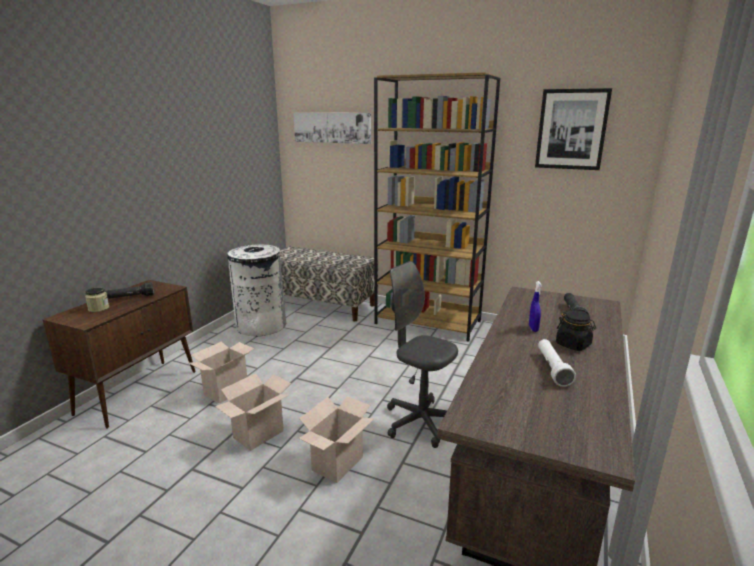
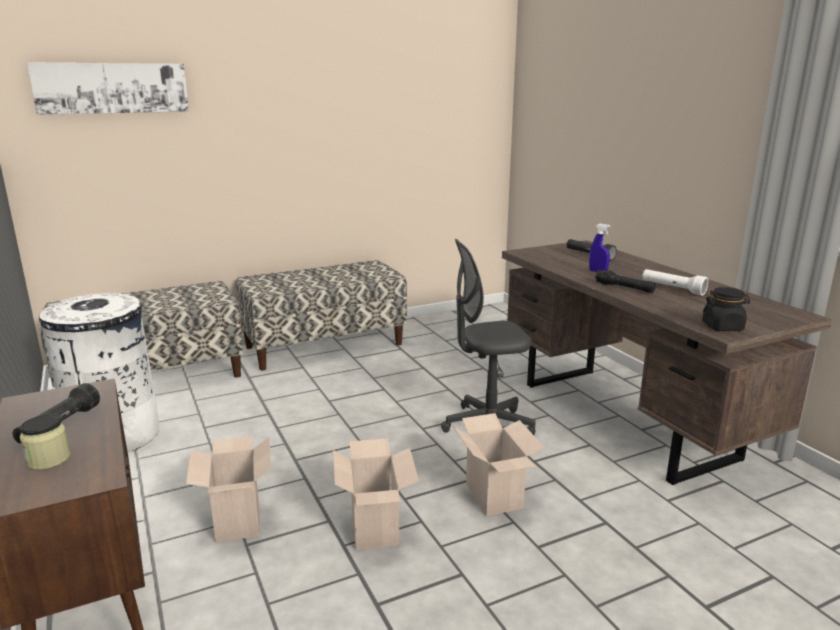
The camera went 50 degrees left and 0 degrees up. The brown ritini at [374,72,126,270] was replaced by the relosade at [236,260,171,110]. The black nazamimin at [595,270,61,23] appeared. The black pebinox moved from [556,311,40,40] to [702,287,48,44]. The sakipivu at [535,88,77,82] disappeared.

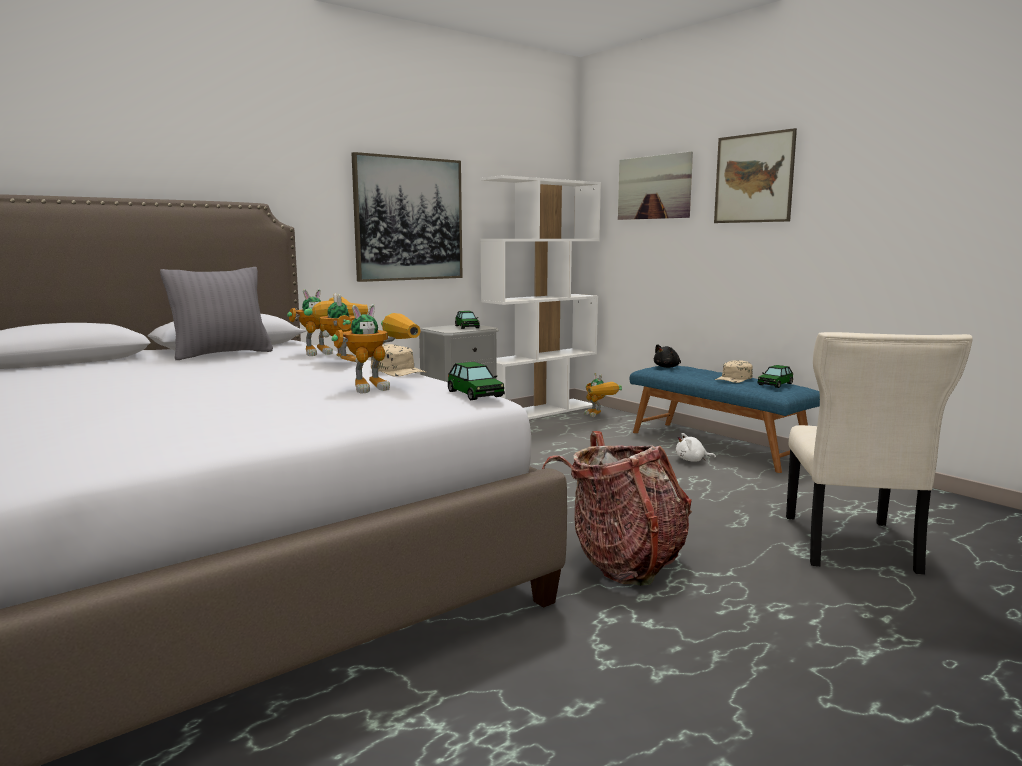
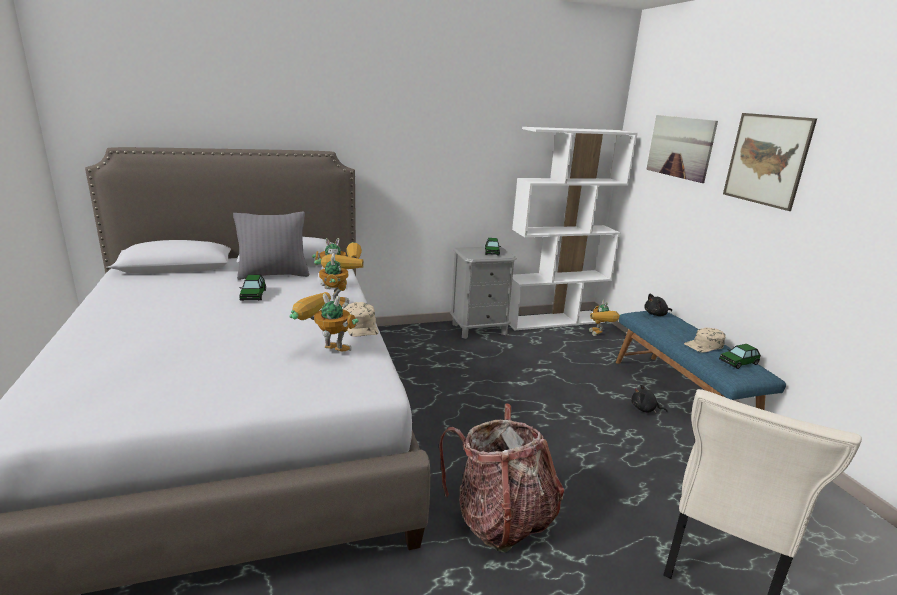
The camera went 20 degrees right and 10 degrees up. The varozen moved from [448,362,57,38] to [239,275,27,26]. The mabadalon at [331,304,90,89] turned 150 degrees counterclockwise. The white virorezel at [676,433,40,29] became the black virorezel at [631,384,37,29]. The sakipivu at [351,152,112,130] disappeared.

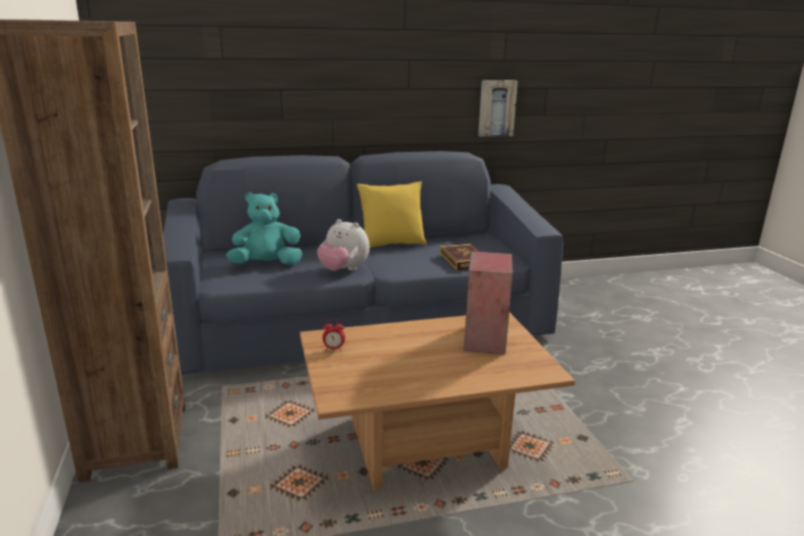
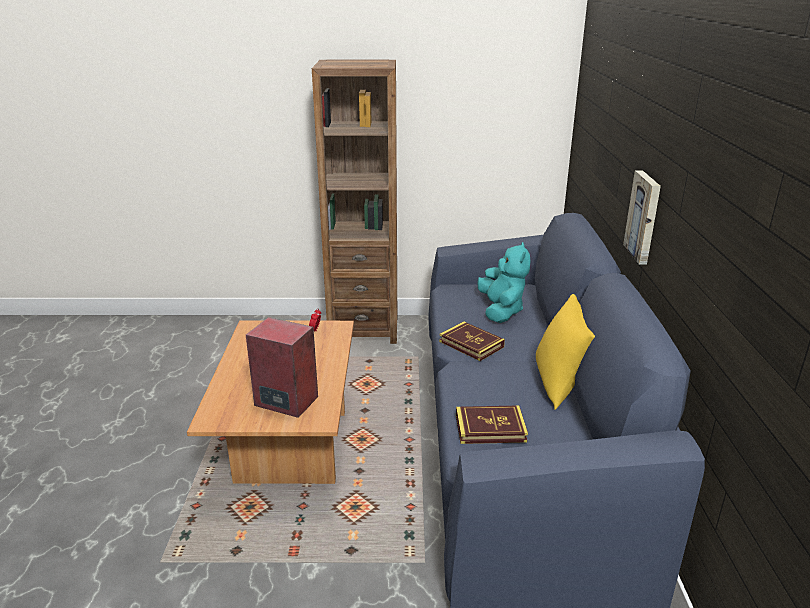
The camera went 105 degrees right and 5 degrees up. The virorezel at [317,219,52,52] was replaced by the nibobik at [439,321,66,40]. The sakipivu moved from [478,80,40,57] to [623,170,38,95].

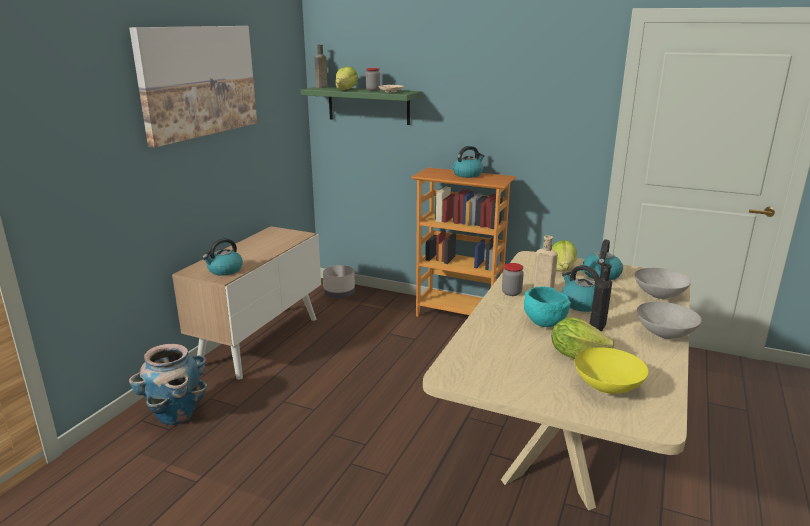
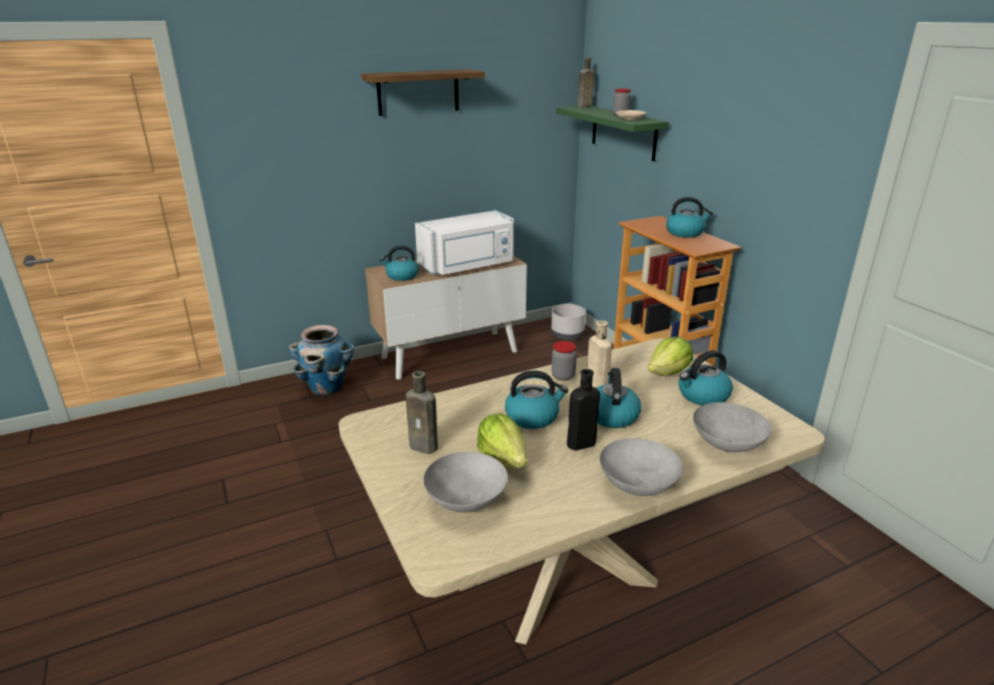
The camera went 40 degrees right and 5 degrees up. The sakipivu at [129,26,128,122] was replaced by the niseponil at [361,69,124,47]. The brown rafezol at [406,371,32,83] appeared. The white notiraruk at [415,210,99,65] appeared. The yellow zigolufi at [575,347,74,47] became the grey zigolufi at [423,452,85,61]. The turquoise zigolufi at [524,287,47,40] was replaced by the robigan at [505,370,63,59]. The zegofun at [335,66,23,24] disappeared.

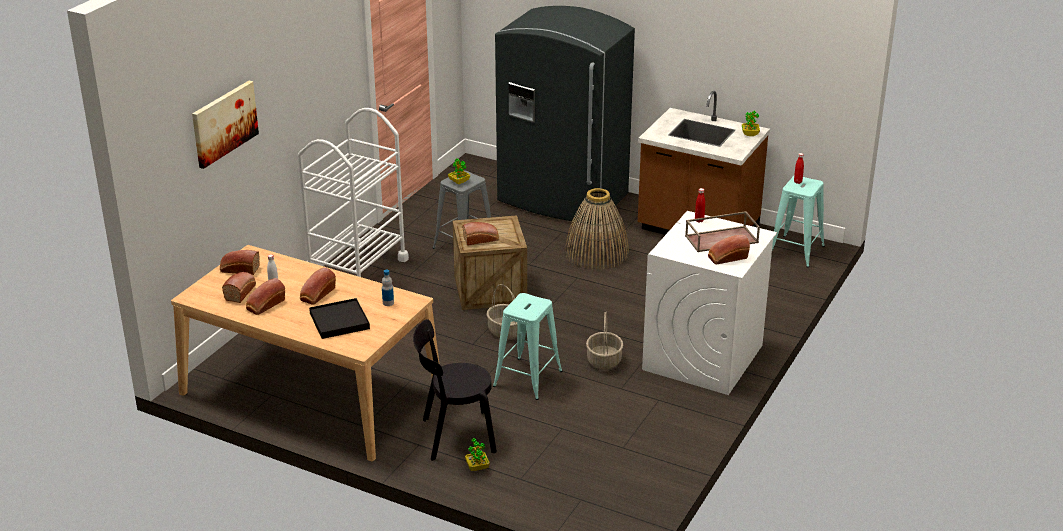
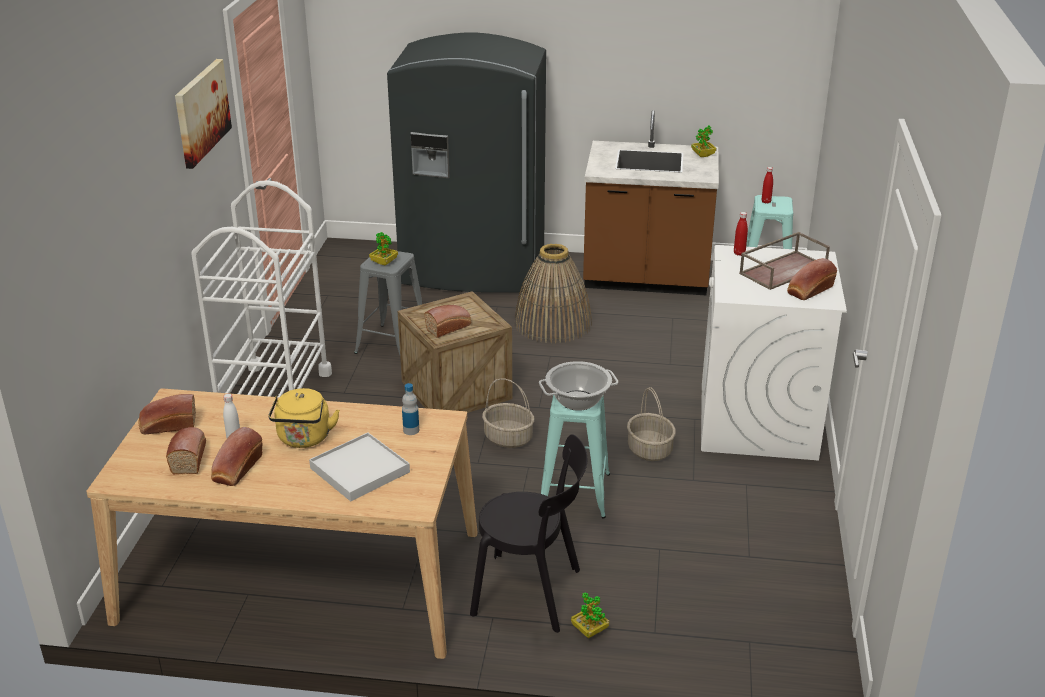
The camera went 20 degrees left and 0 degrees up. The sakipivu moved from [192,81,67,88] to [175,59,57,110]. The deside at [300,267,36,38] was replaced by the yellow robigan at [268,388,72,60]. The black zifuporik at [309,298,61,41] became the white zifuporik at [309,433,101,68]. The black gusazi at [413,319,84,142] turned 135 degrees counterclockwise. The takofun at [539,361,80,50] appeared.

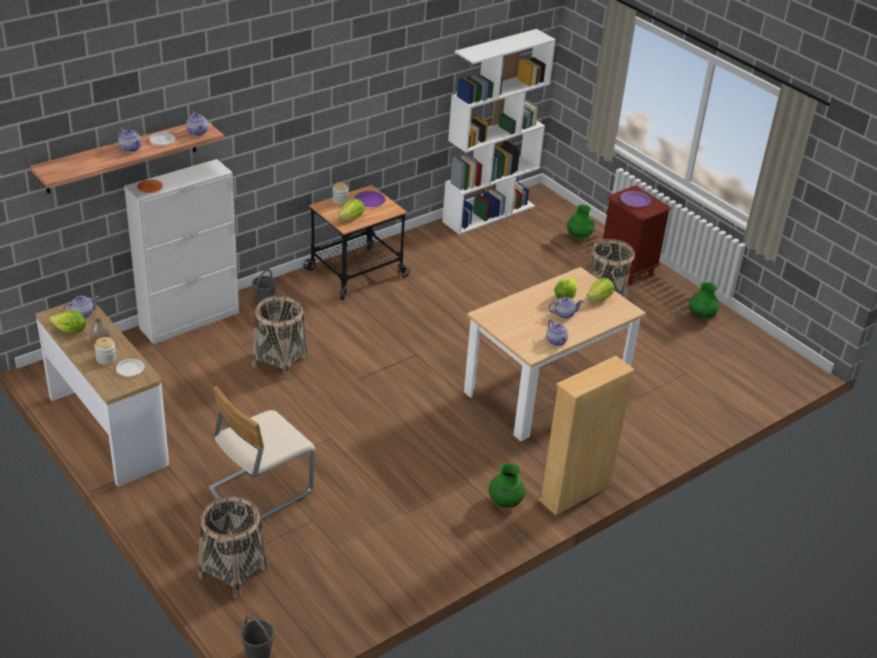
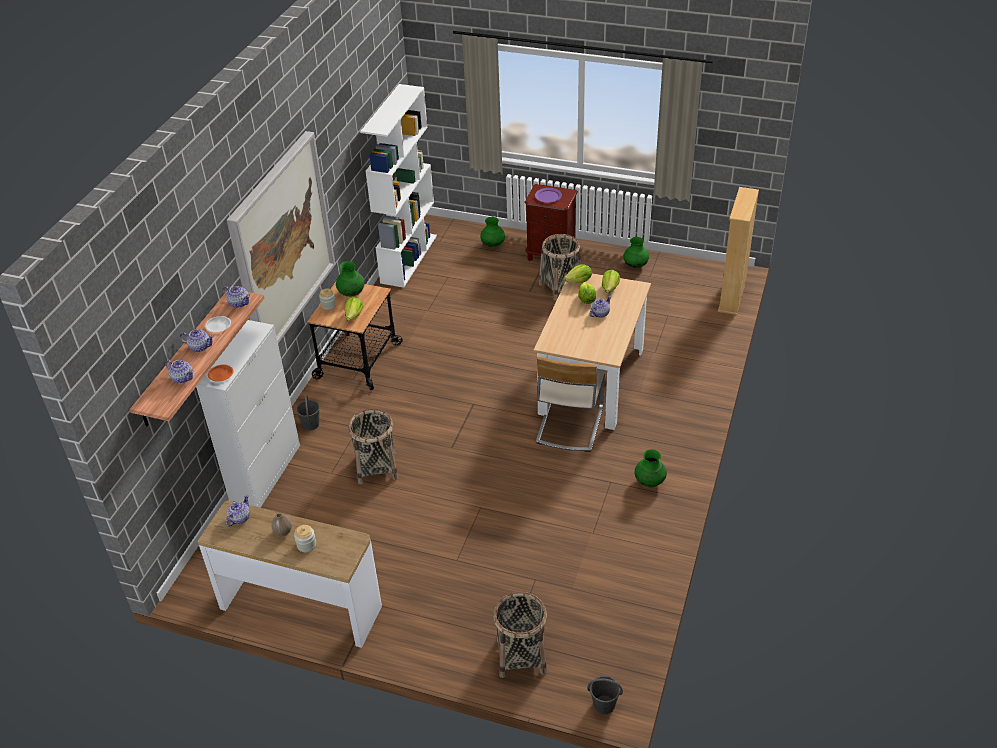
The camera went 30 degrees left and 5 degrees up. The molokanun moved from [546,319,22,27] to [165,360,29,23]. The sakipivu at [227,131,108,212] appeared. The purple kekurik at [354,191,32,16] was replaced by the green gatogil at [336,261,29,36]. The beige gusazi moved from [208,386,107,134] to [536,357,69,95]. The zegofun moved from [49,311,37,22] to [564,264,28,19]. The beige ritini moved from [539,356,96,159] to [718,187,41,128]. The white kekurik at [116,359,28,17] disappeared.

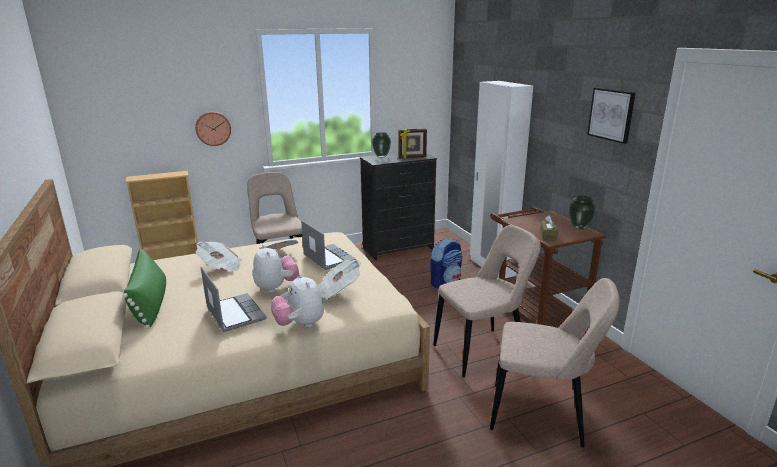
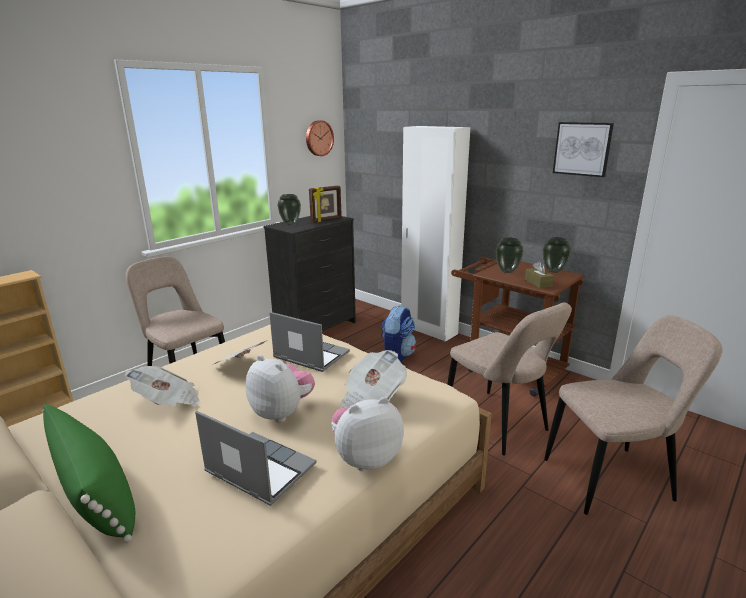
The camera went 25 degrees left and 0 degrees up. The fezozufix moved from [195,112,36,34] to [306,120,28,36]. The virorezel at [271,274,53,54] turned 120 degrees clockwise. The beige gusazi at [433,225,108,153] turned 105 degrees clockwise. The gatogil at [496,237,27,36] appeared.

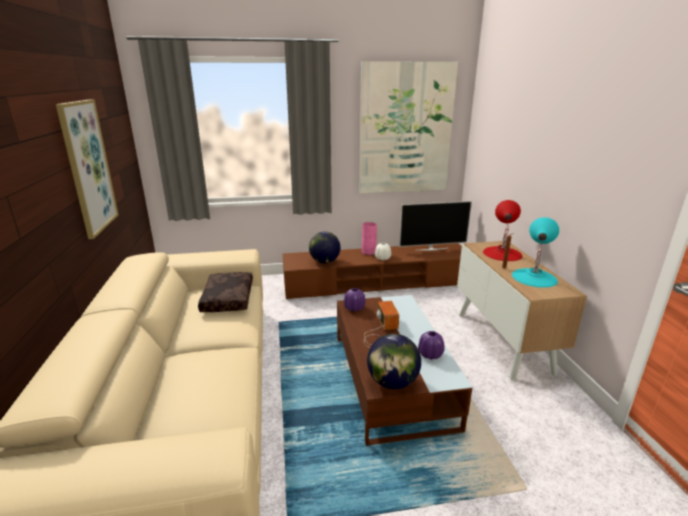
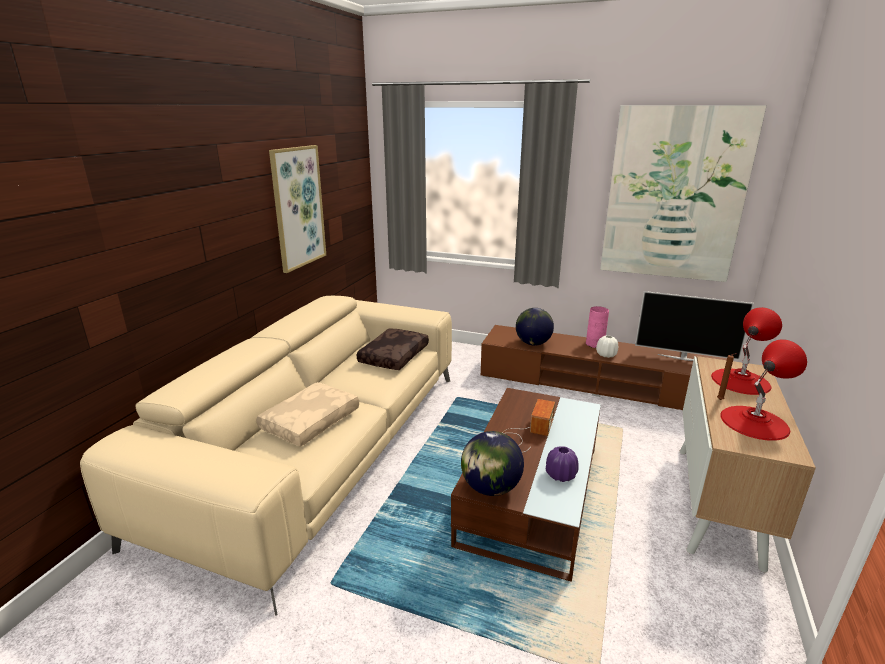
The camera went 30 degrees right and 0 degrees up. The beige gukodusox at [256,382,103,65] appeared. The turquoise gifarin at [512,217,47,71] became the red gifarin at [720,339,87,102]. The purple gatogil at [344,288,21,23] disappeared.

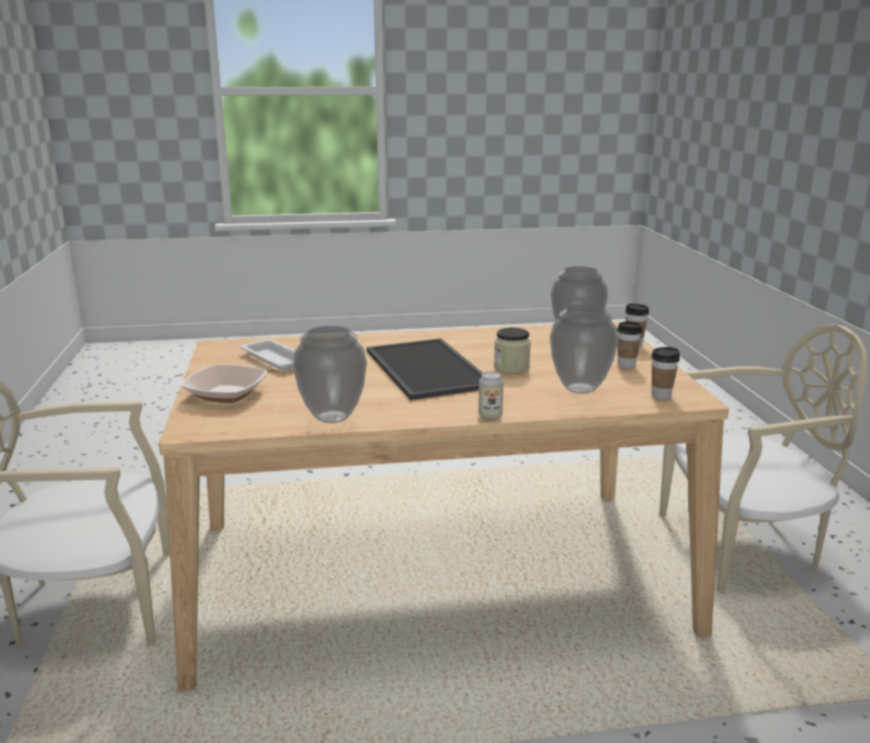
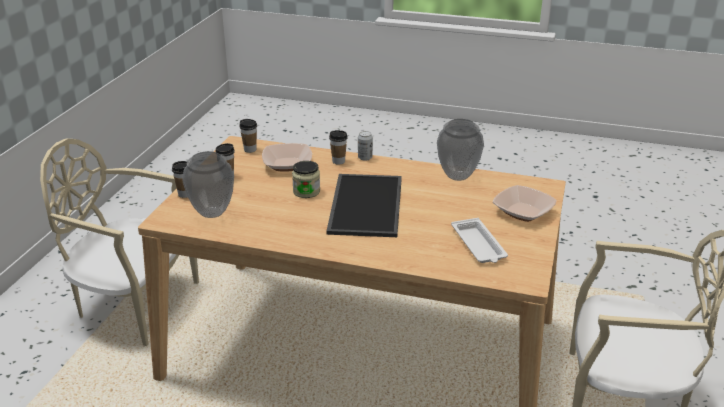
The camera went 155 degrees left and 10 degrees up. The gatogil at [550,304,68,90] was replaced by the zigolufi at [262,143,50,29]. The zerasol at [329,130,18,35] appeared.

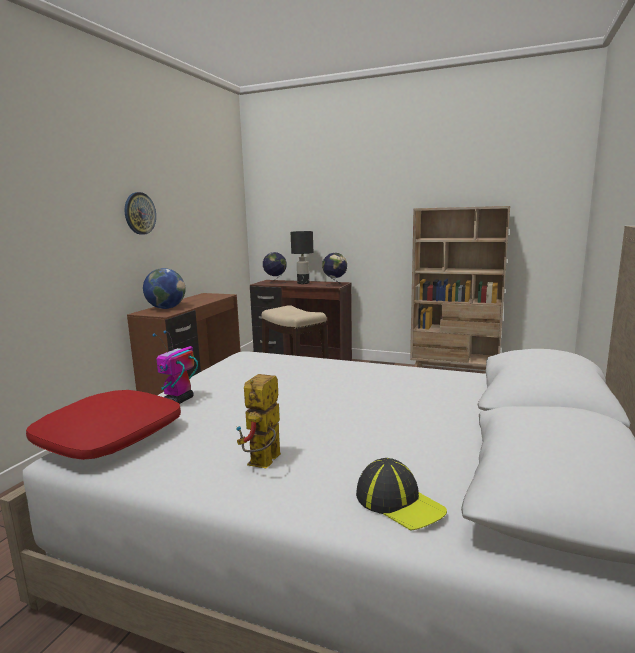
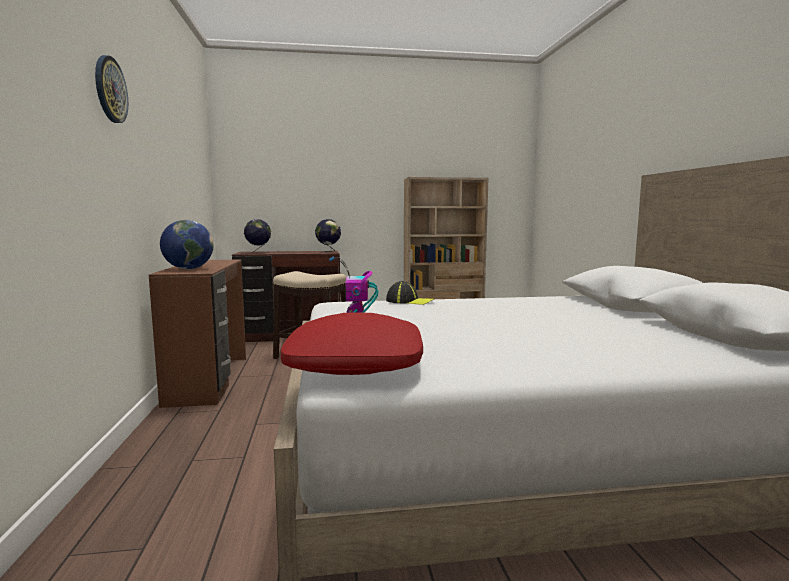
The camera went 30 degrees left and 5 degrees down. The fezozufix moved from [124,192,32,43] to [95,55,33,68]. The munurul moved from [356,458,91,73] to [386,281,48,24]. The mabadalon at [236,374,45,94] disappeared. The black gifarin at [291,231,22,53] disappeared.

